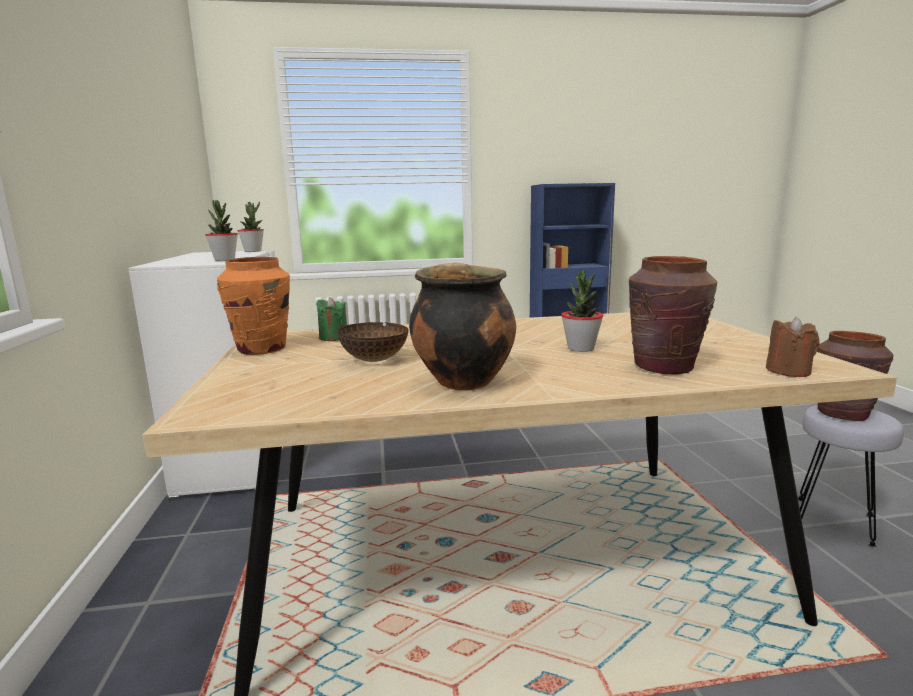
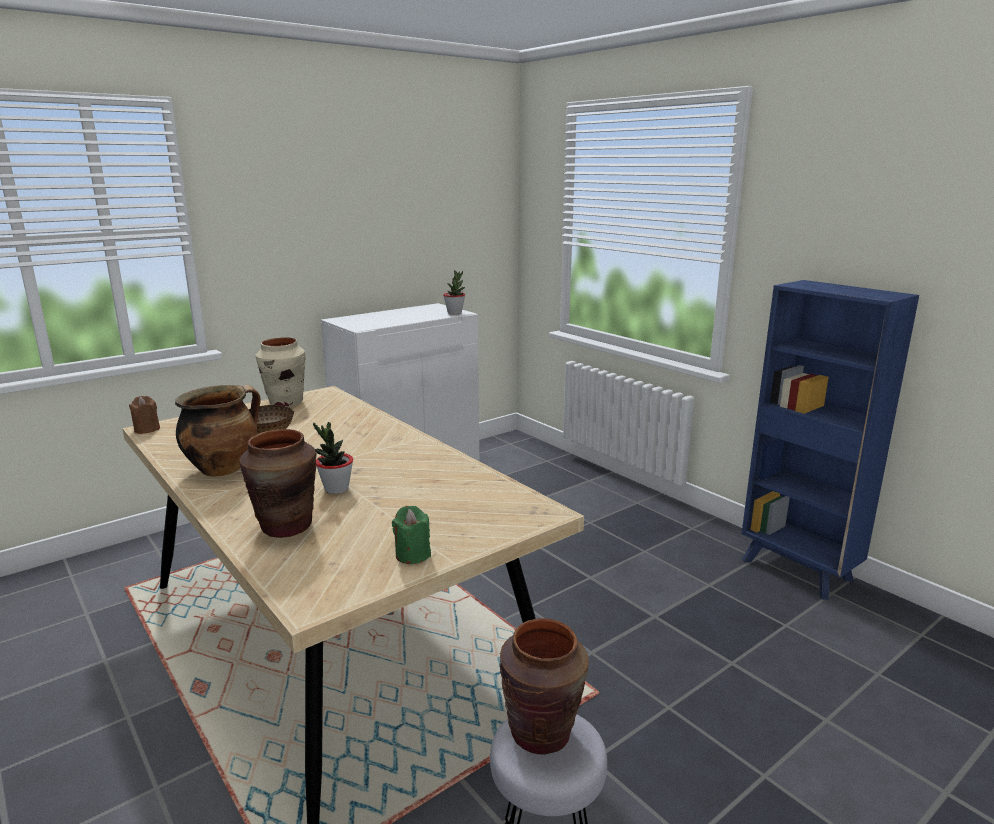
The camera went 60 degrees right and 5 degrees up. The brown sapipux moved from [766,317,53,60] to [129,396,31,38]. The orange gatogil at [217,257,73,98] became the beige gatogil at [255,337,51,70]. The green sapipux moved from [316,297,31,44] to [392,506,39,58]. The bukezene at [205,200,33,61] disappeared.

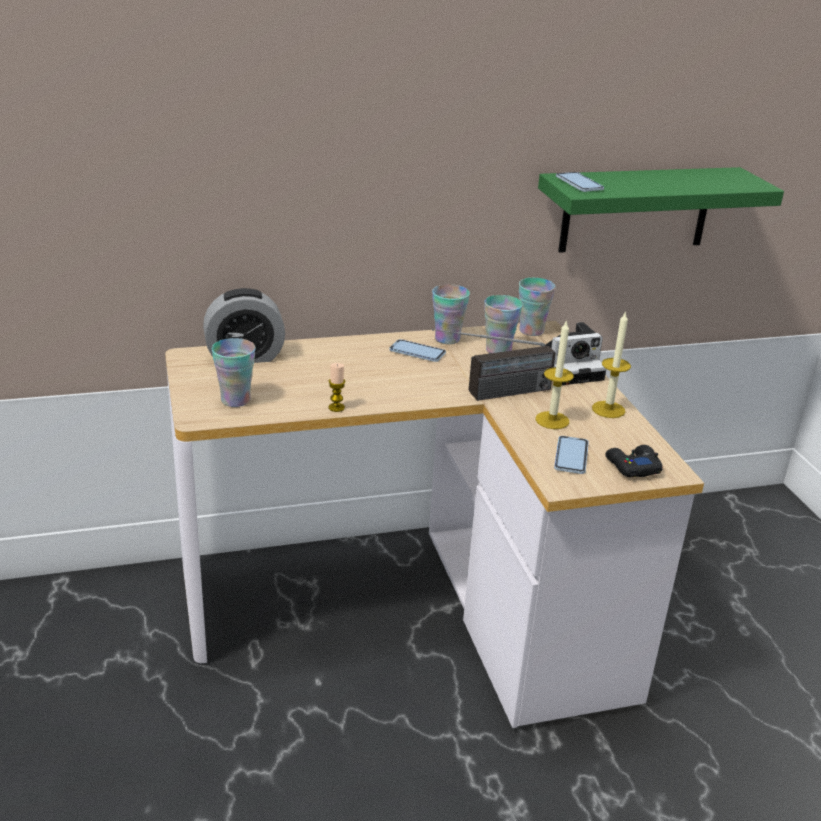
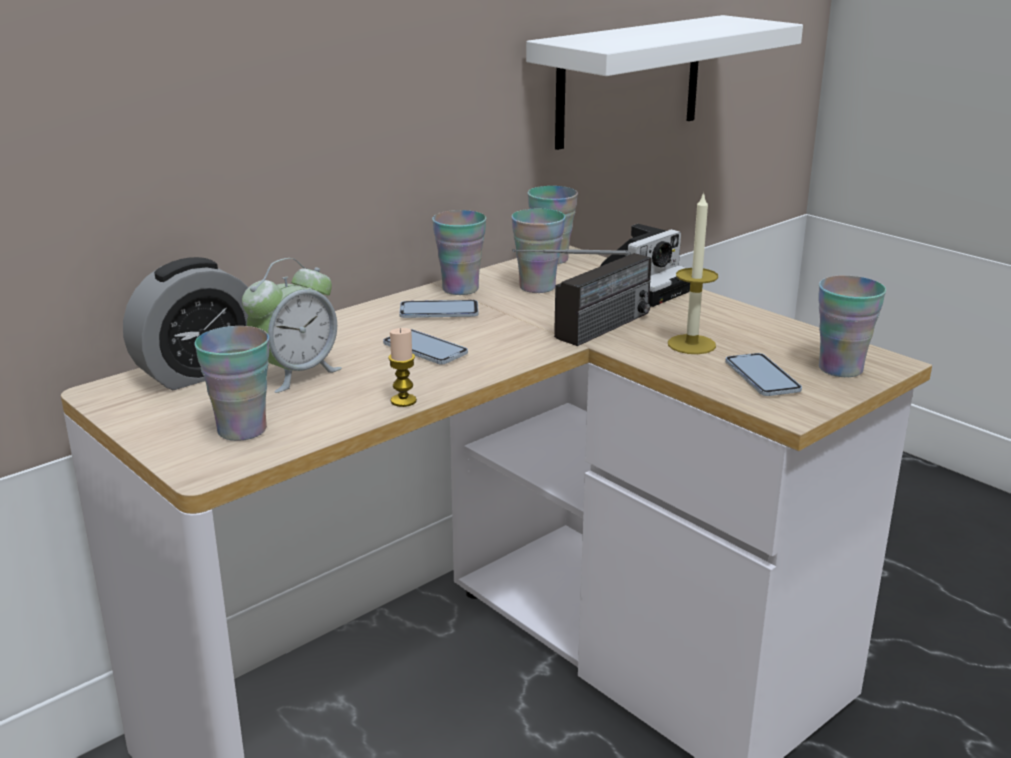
The camera went 25 degrees left and 5 degrees down. The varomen at [242,258,100,135] appeared. The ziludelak moved from [556,172,48,20] to [383,329,85,35]. The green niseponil at [538,167,246,86] became the white niseponil at [526,15,277,135]. The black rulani at [605,445,58,32] was replaced by the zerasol at [818,276,68,101]. The sapipux at [592,311,39,107] disappeared.

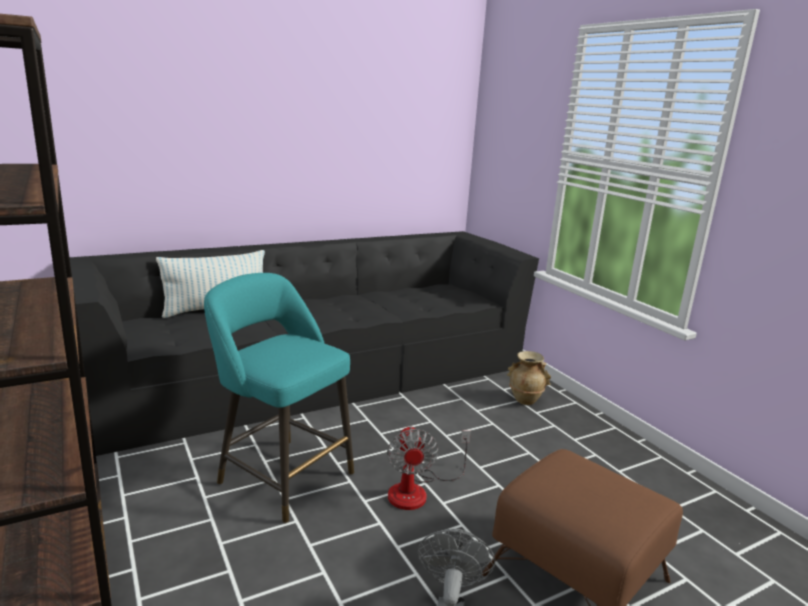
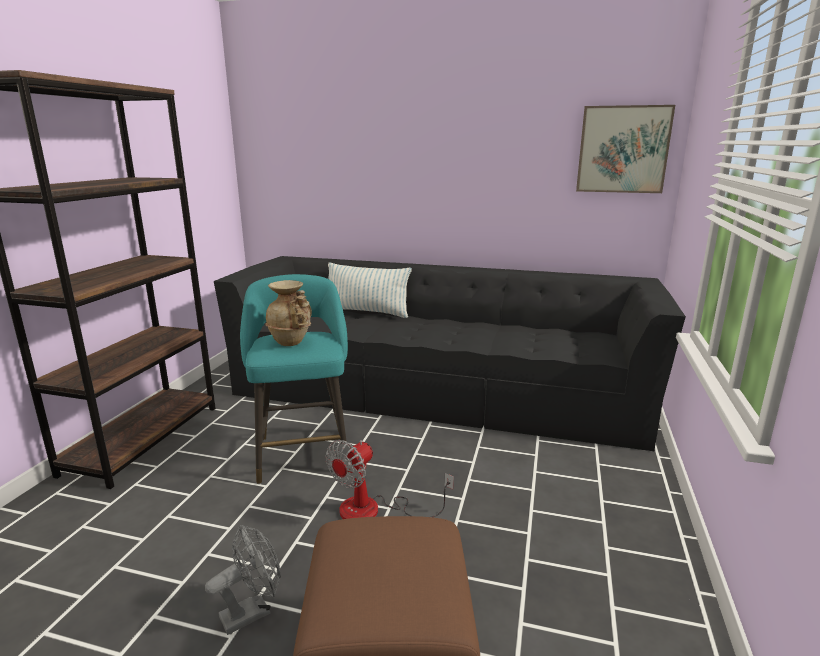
The camera went 45 degrees right and 0 degrees up. The beige gatogil moved from [507,351,44,54] to [265,280,47,66]. The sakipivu at [576,105,99,88] appeared.

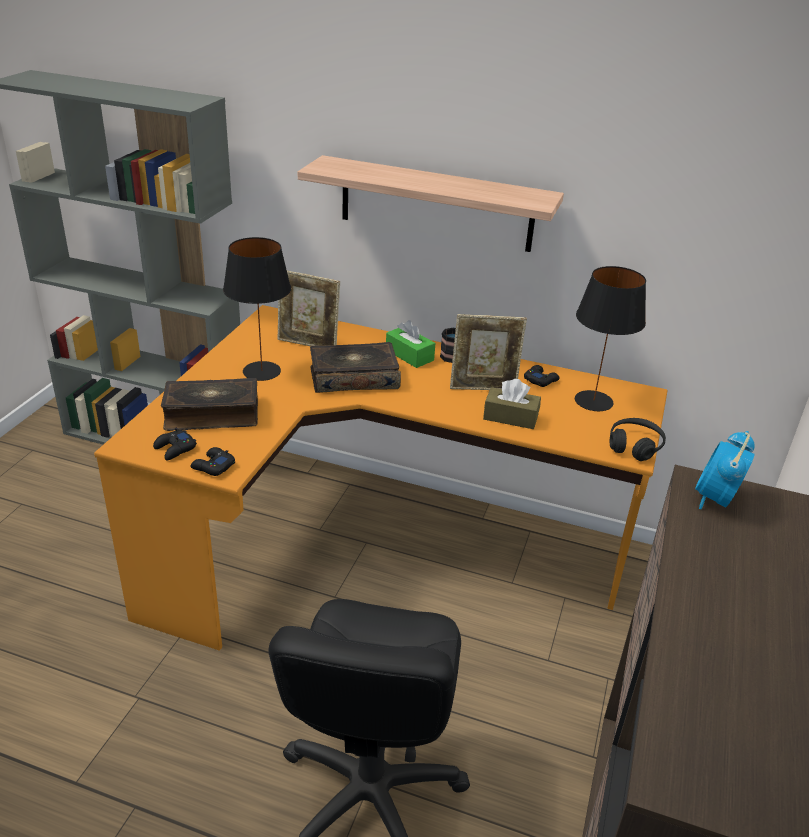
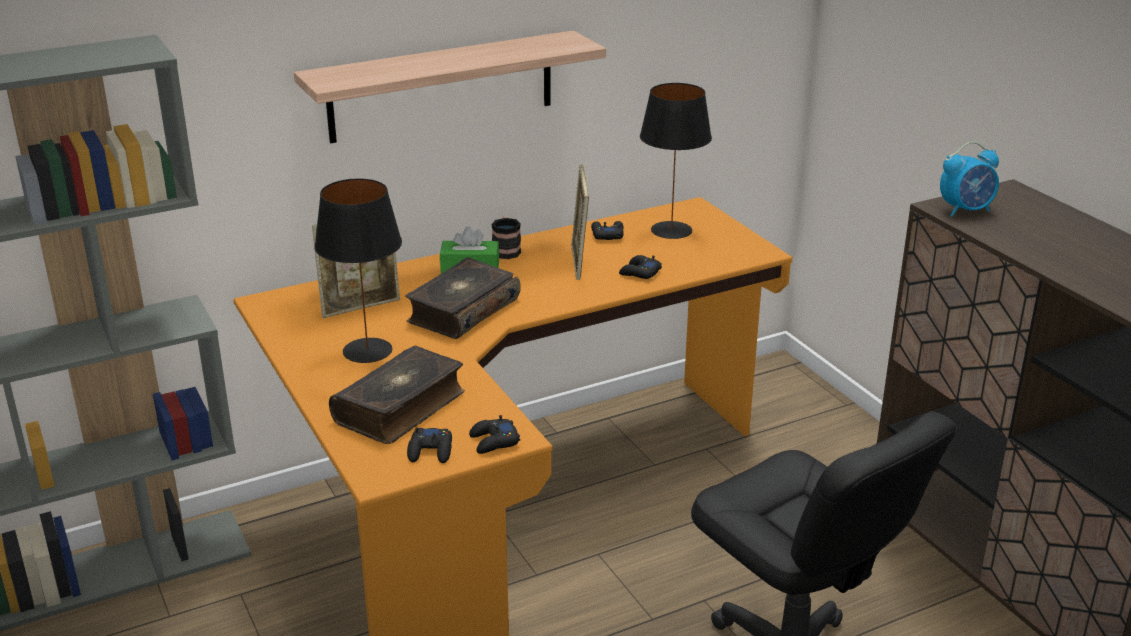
The camera went 45 degrees left and 5 degrees down. The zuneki at [450,314,77,76] turned 135 degrees clockwise. The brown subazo at [483,379,58,50] was replaced by the black rulani at [619,255,43,24]. The varomen at [695,431,60,78] turned 90 degrees counterclockwise. The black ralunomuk at [610,418,56,43] disappeared.

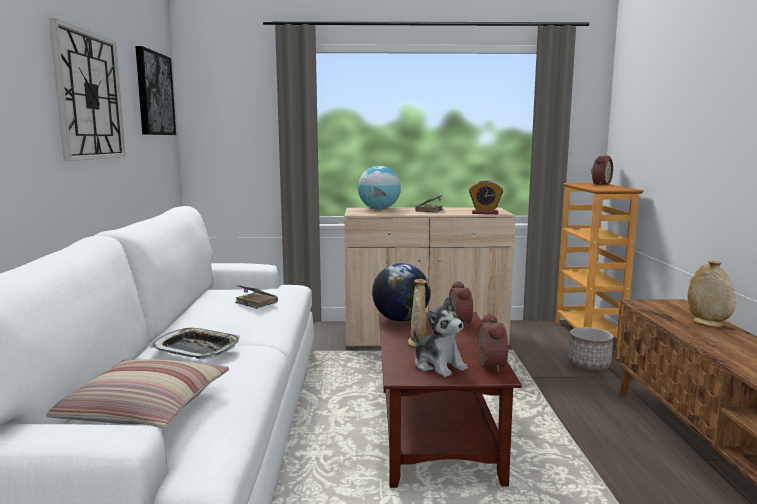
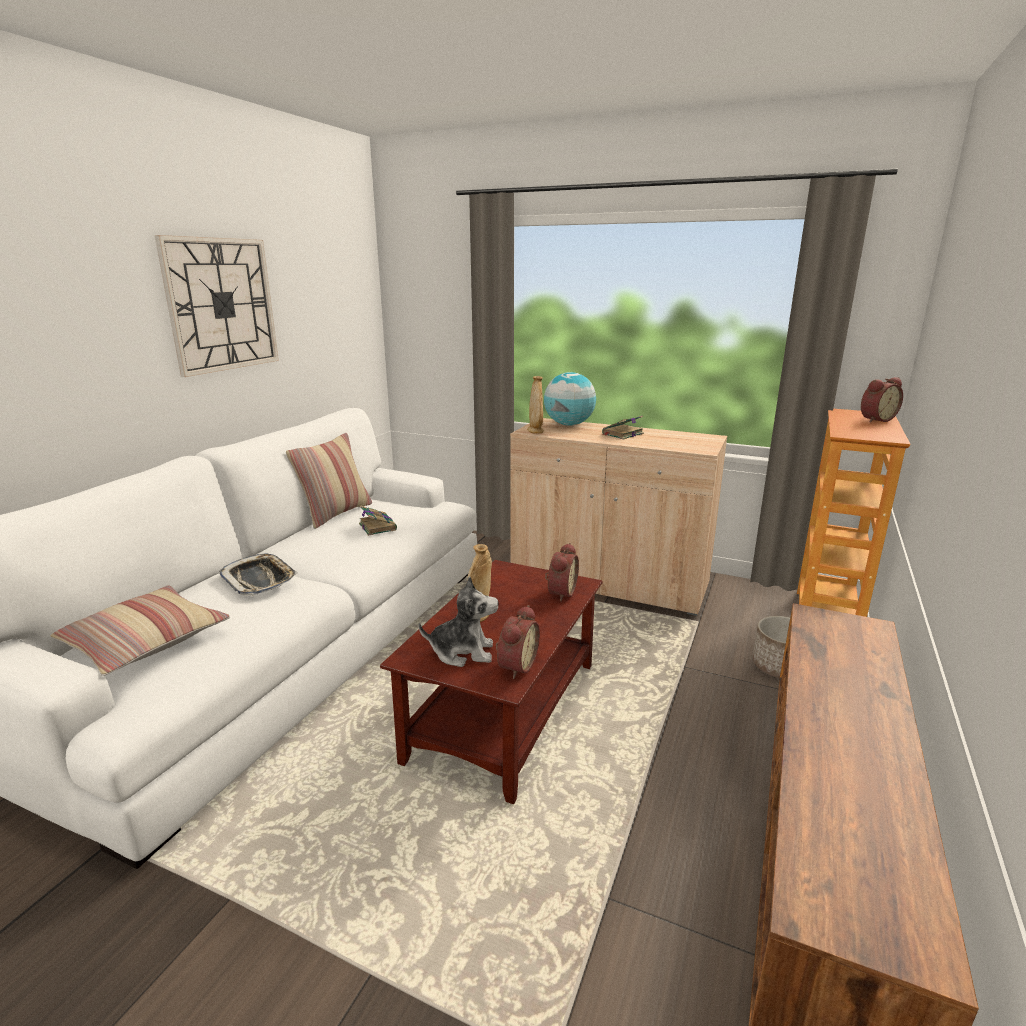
The camera went 25 degrees right and 10 degrees up. The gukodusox at [286,433,86,96] appeared. The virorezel at [413,297,55,80] turned 75 degrees counterclockwise. The beige gatogil moved from [687,260,48,68] to [527,376,17,58]. The sakipivu at [135,46,41,89] disappeared. The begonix at [372,263,59,59] disappeared. The varomen at [469,180,34,34] disappeared.

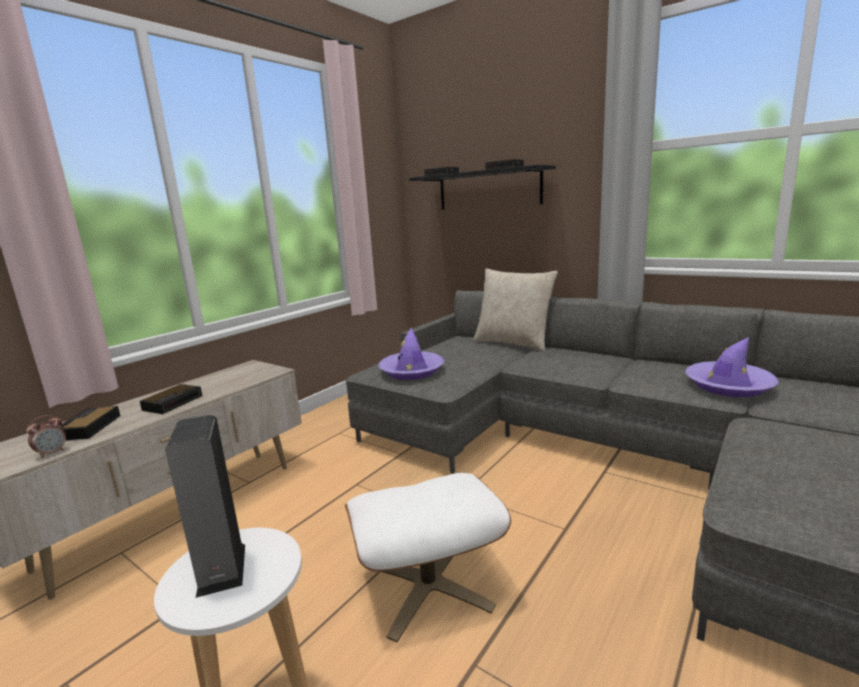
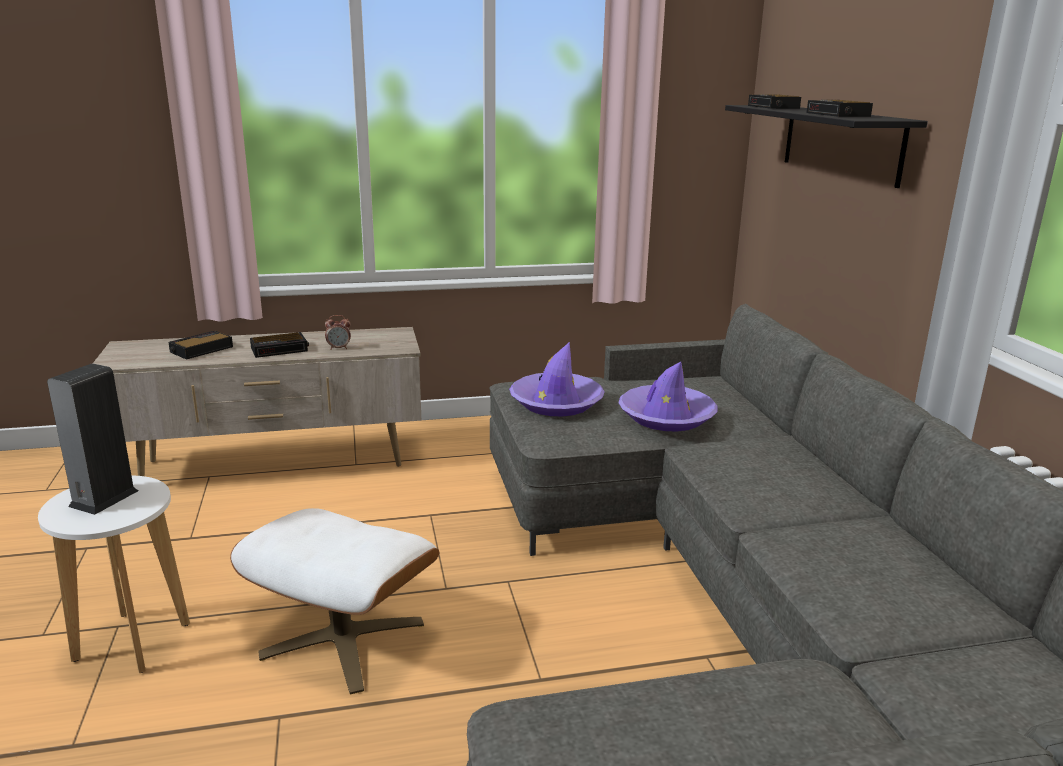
The camera went 40 degrees right and 5 degrees up. The varomen moved from [26,415,40,43] to [325,315,26,35]. The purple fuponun moved from [685,337,94,60] to [618,362,100,70]. The beige gukodusox at [473,268,85,84] disappeared.

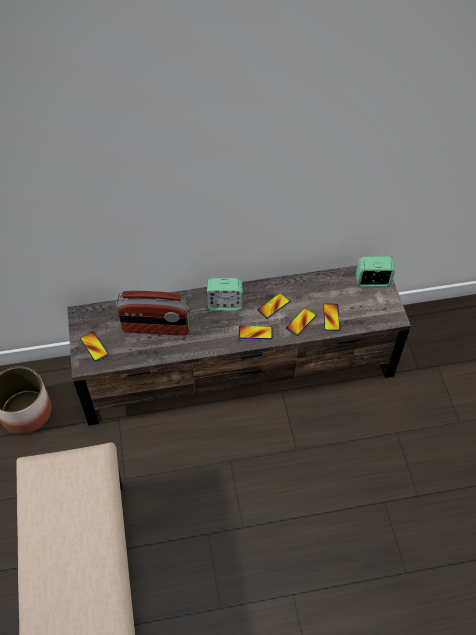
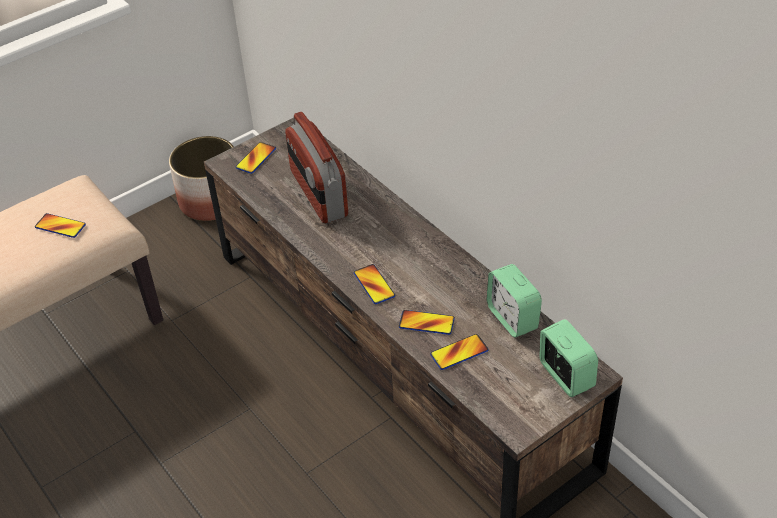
The camera went 65 degrees right and 10 degrees down. The ziludelak moved from [257,293,33,25] to [35,213,51,25]. The varomen moved from [207,278,36,33] to [487,264,55,74].

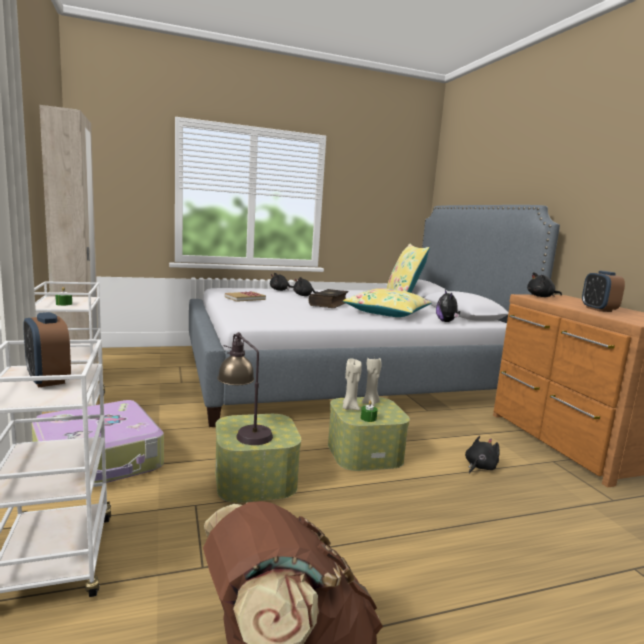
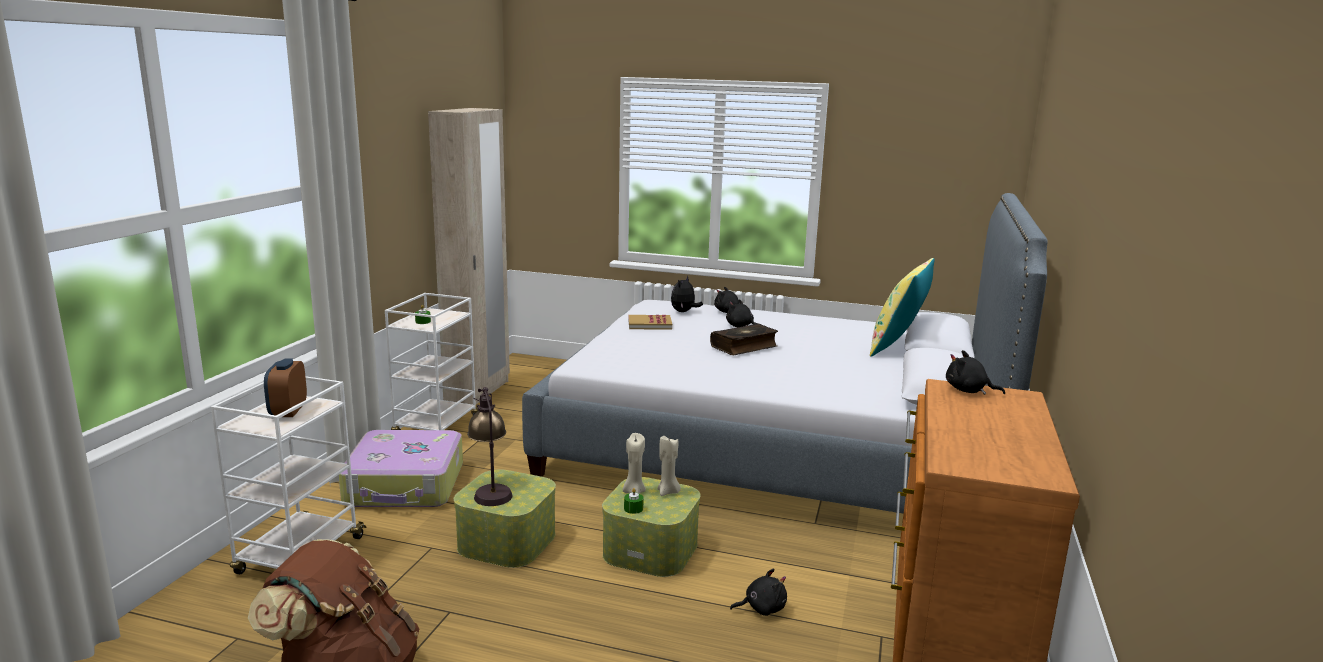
The camera went 35 degrees right and 5 degrees up. The virorezel moved from [436,290,24,32] to [671,276,32,36]. The yellow gukodusox at [343,288,88,29] disappeared. The varomen at [582,271,43,41] disappeared.

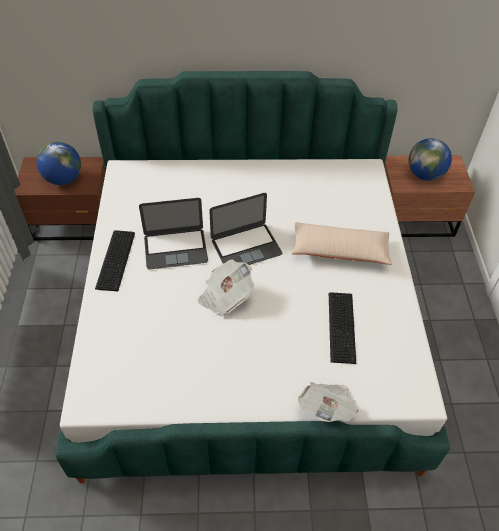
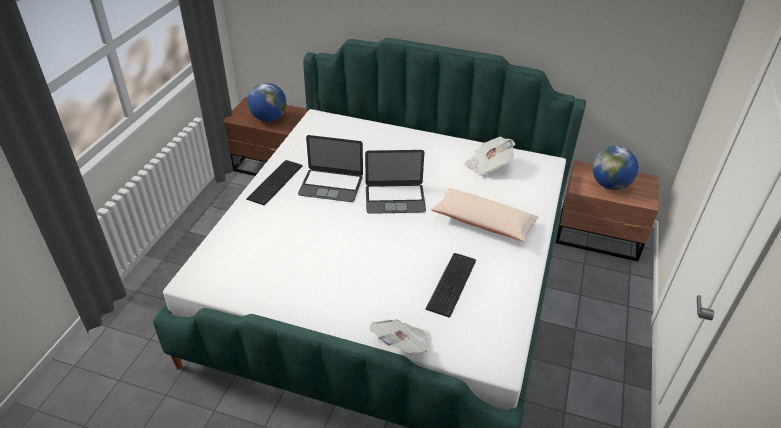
The camera went 20 degrees right and 10 degrees down. The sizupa moved from [198,260,56,57] to [465,137,50,39].

